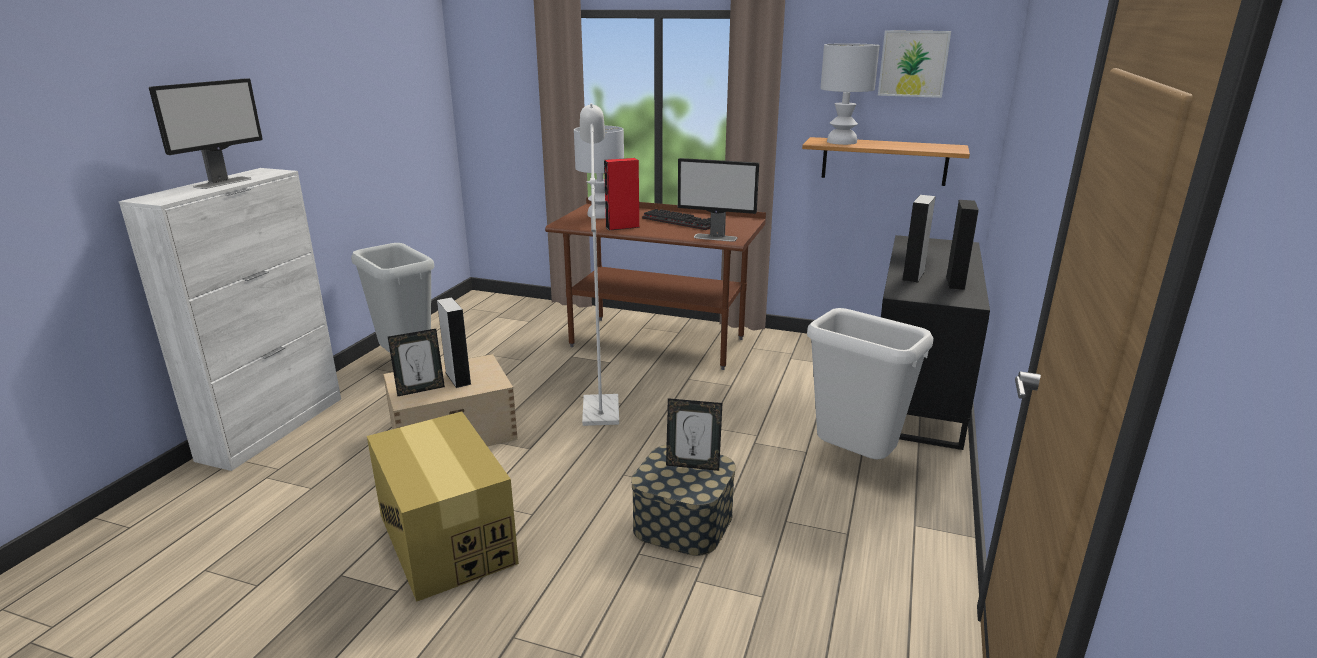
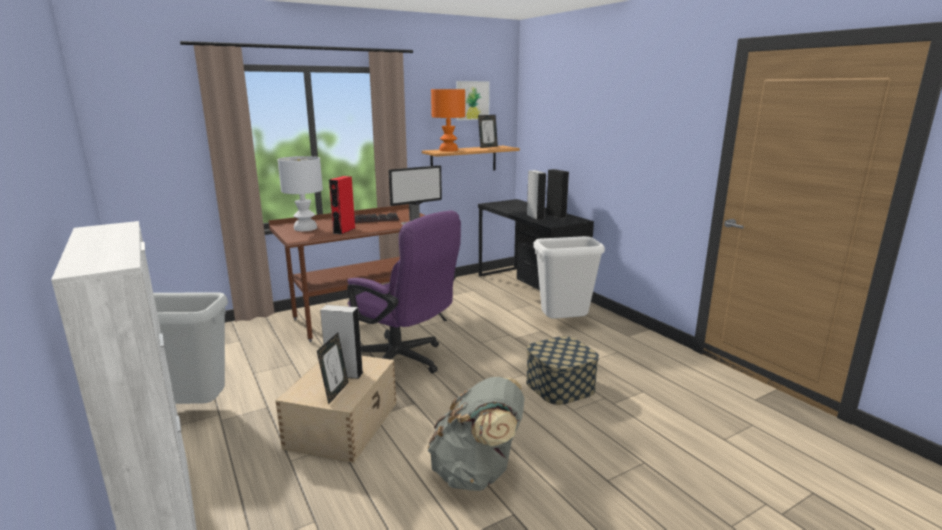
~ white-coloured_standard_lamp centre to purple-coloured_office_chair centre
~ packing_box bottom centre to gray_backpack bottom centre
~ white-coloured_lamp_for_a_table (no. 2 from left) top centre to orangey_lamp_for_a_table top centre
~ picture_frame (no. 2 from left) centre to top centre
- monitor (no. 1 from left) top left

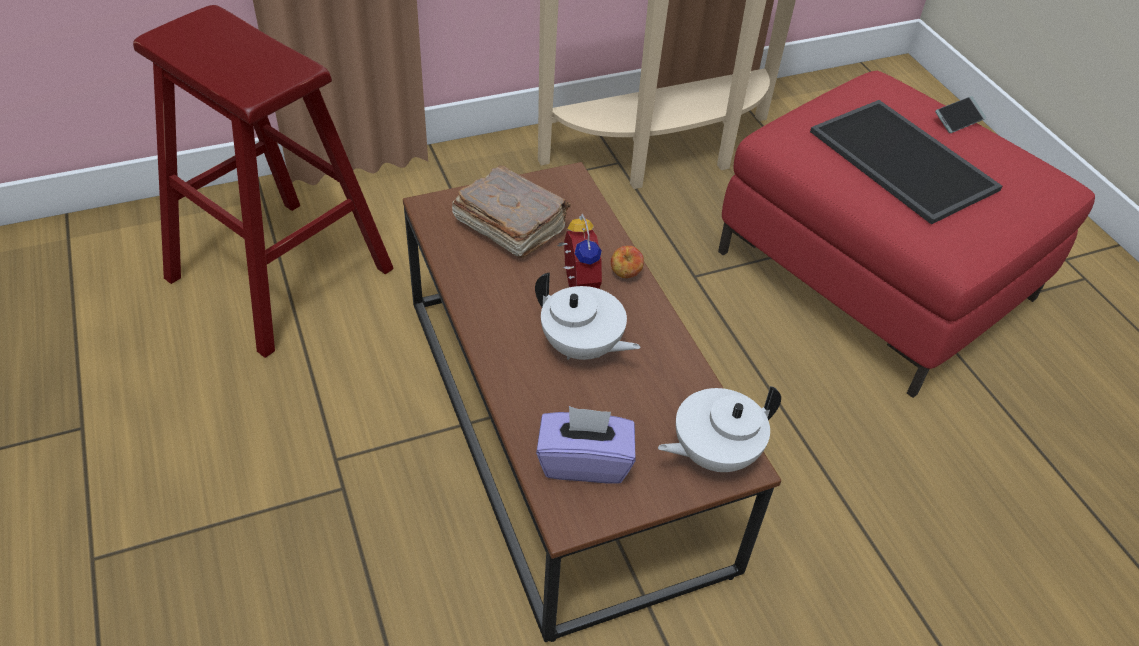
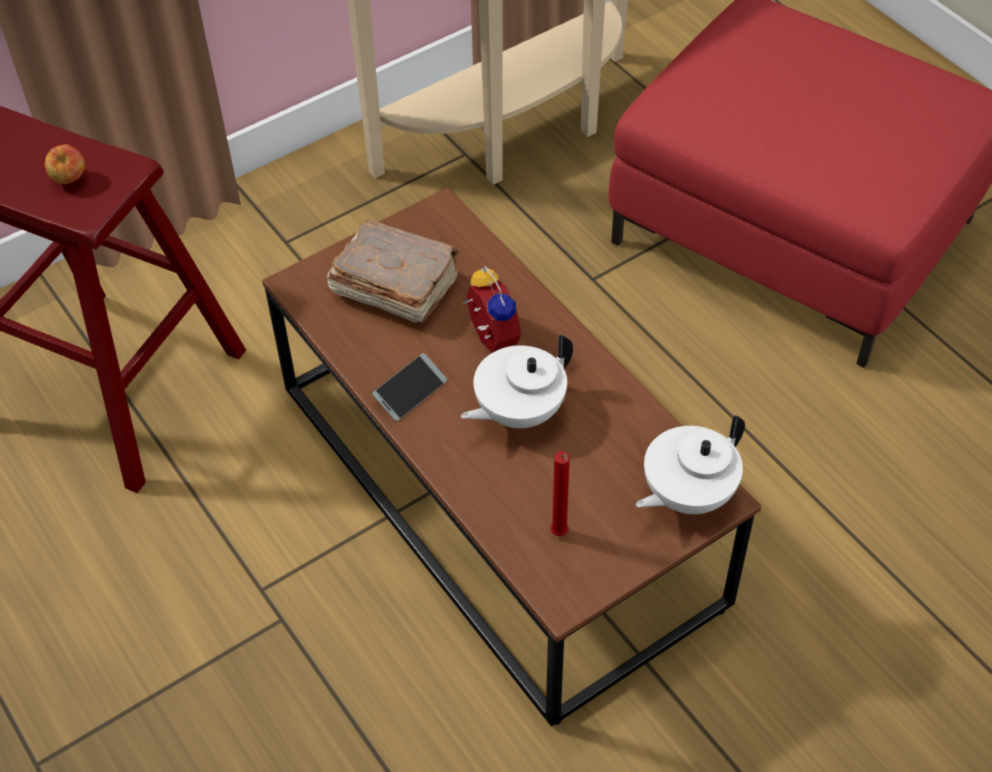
~ apple centre to top left
~ handset top right to centre
~ white-coloured_tea_pot (no. 1 from left) centre = centre 120 degrees clockwise
~ purple-coloured_tissue_box bottom centre to red-coloured_wax_candle centre
- serving_tray top right

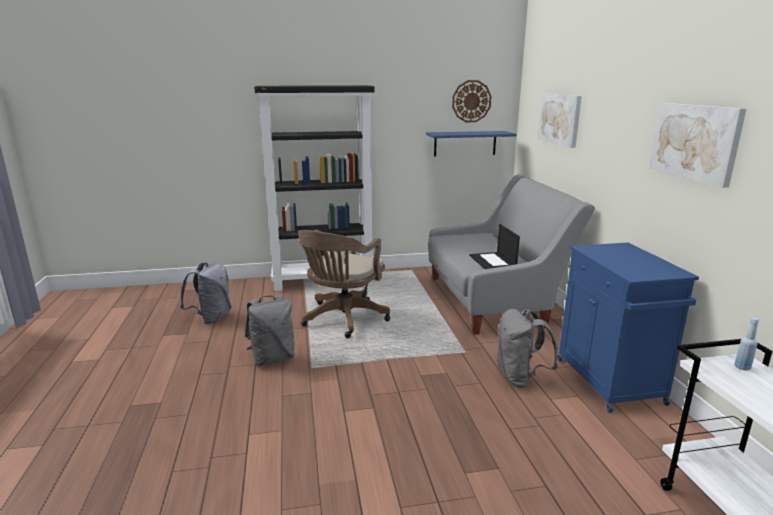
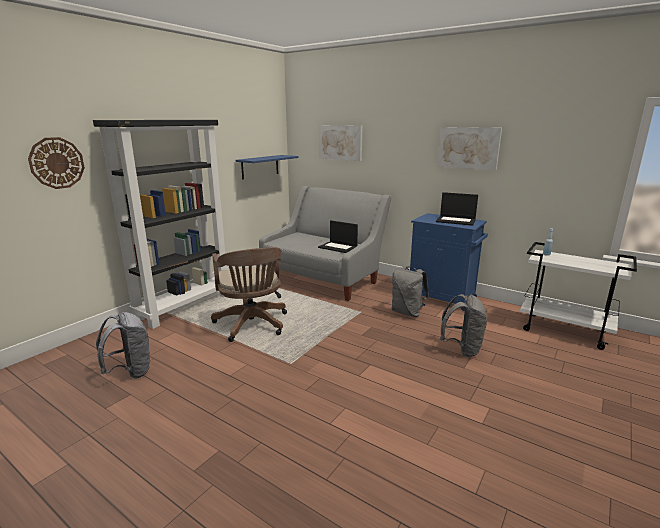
~ wall_clock top centre to top left
+ laptop (no. 2 from left) middle right
~ gray_backpack (no. 2 from left in the first image) centre to gray_backpack (no. 3 from left) middle right

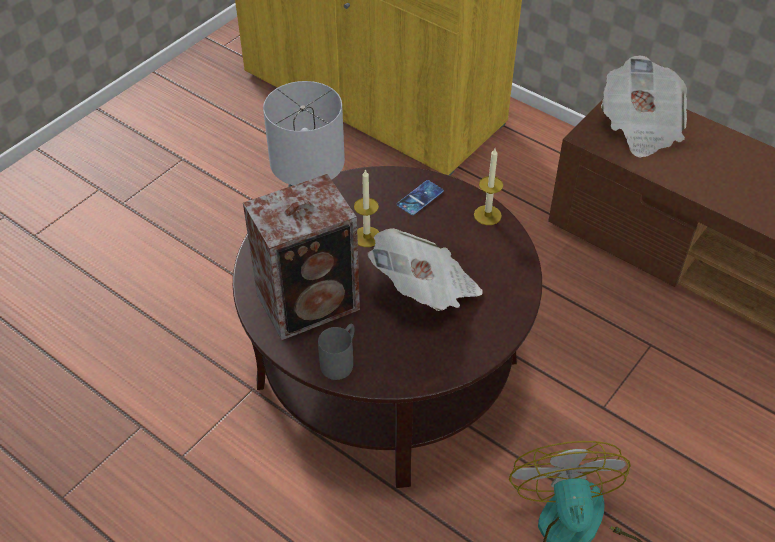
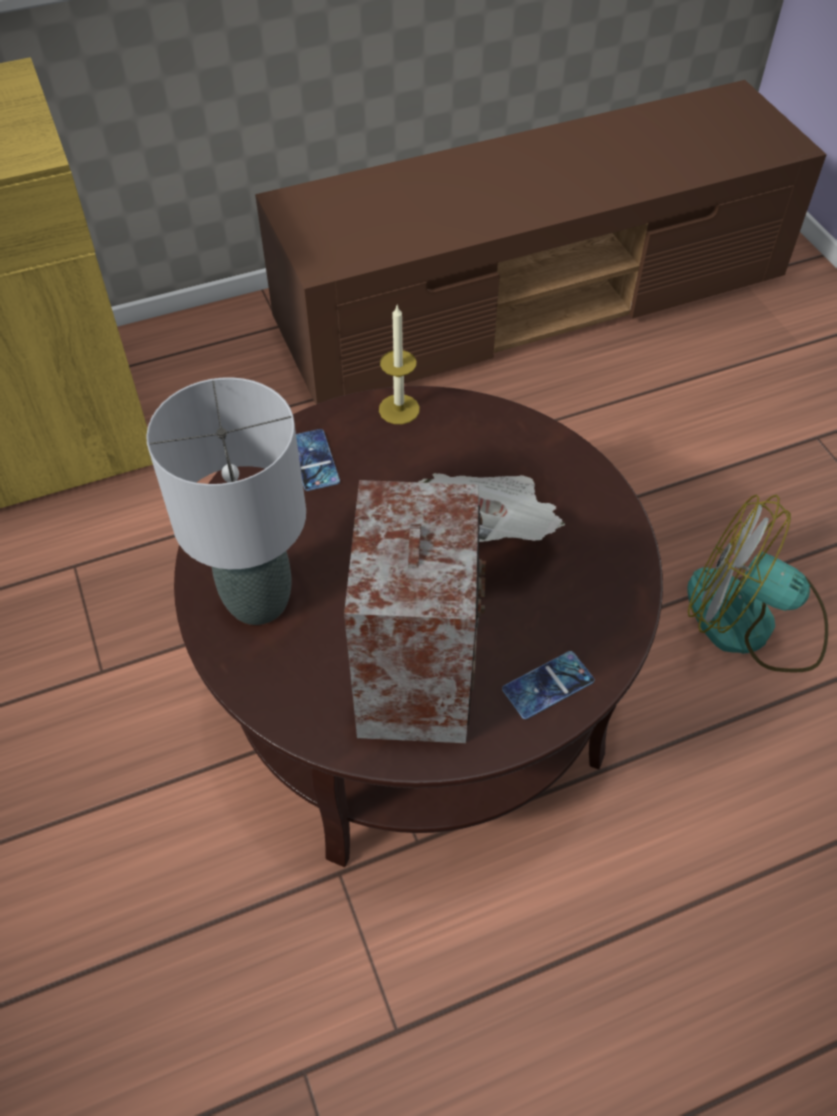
~ gray_coffee_mug centre to handset (no. 2 from left) centre
- wax_candle (no. 1 from left) centre
- printed_paper (no. 2 from left) top right

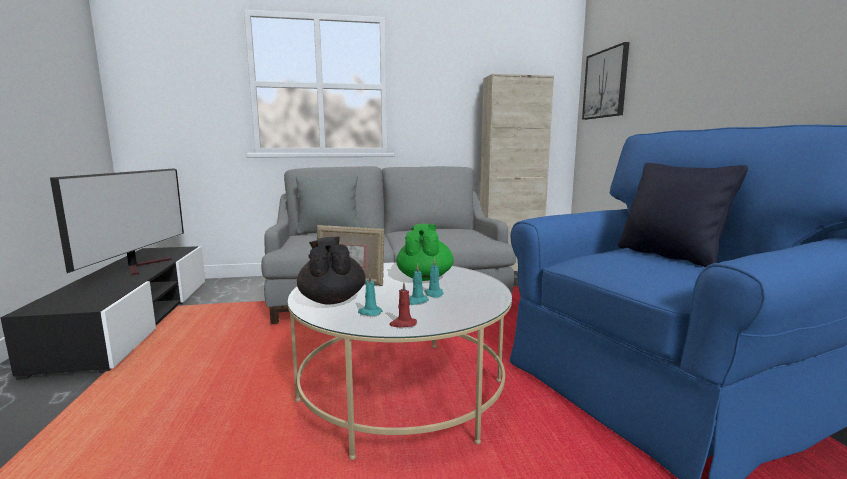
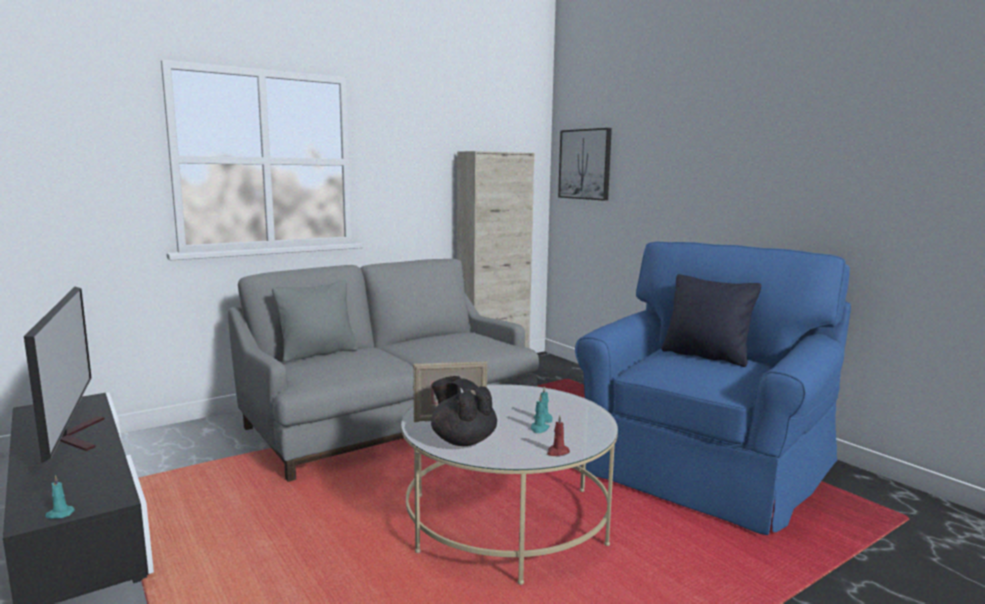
~ blue-green_wax_candle (no. 1 from left) centre to bottom left
- green-coloured_tea_pot centre

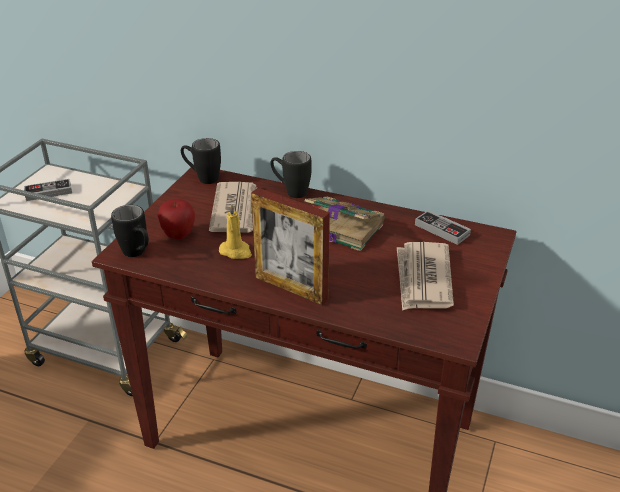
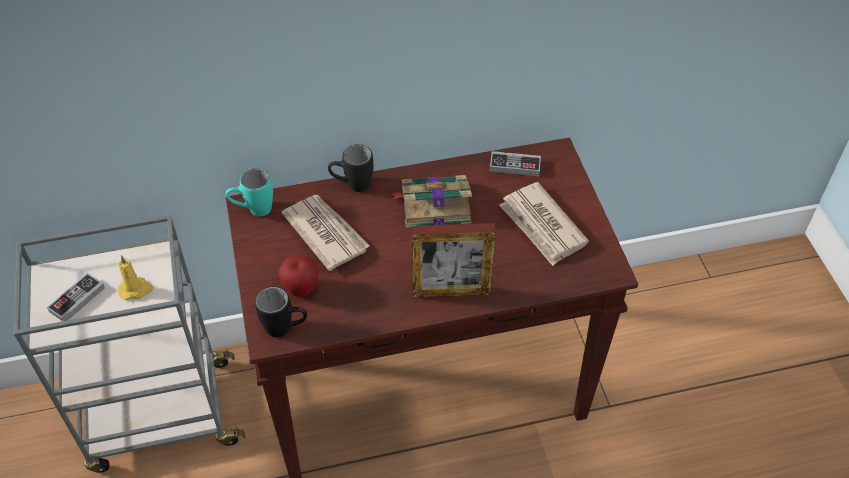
~ yellowish_wax_candle centre to middle left
~ black-coloured_coffee_mug (no. 2 from left) top left to blue-green_coffee_mug middle left

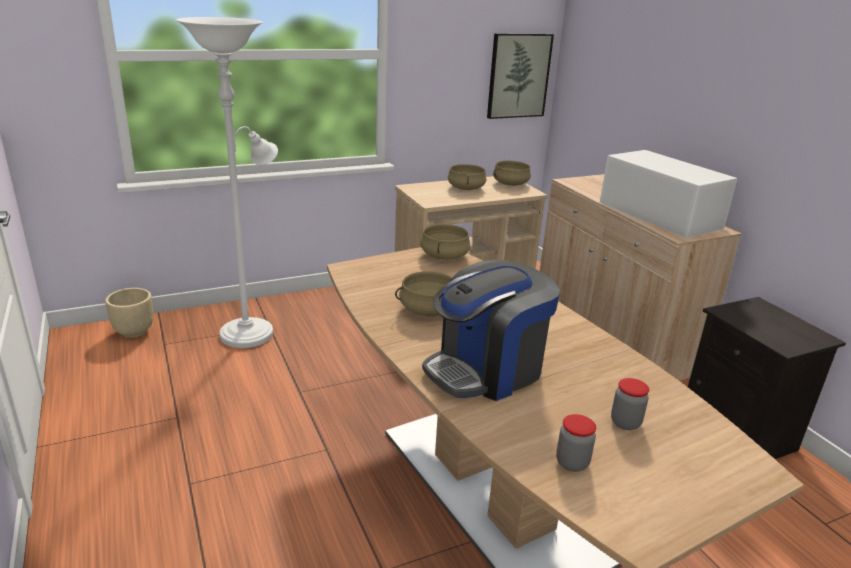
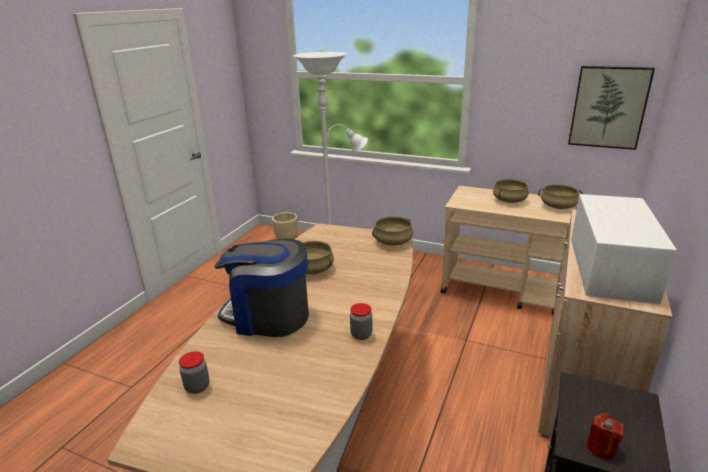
~ preserve_jar (no. 2 from left) bottom right to bottom centre
+ red-coloured_wax_candle bottom right

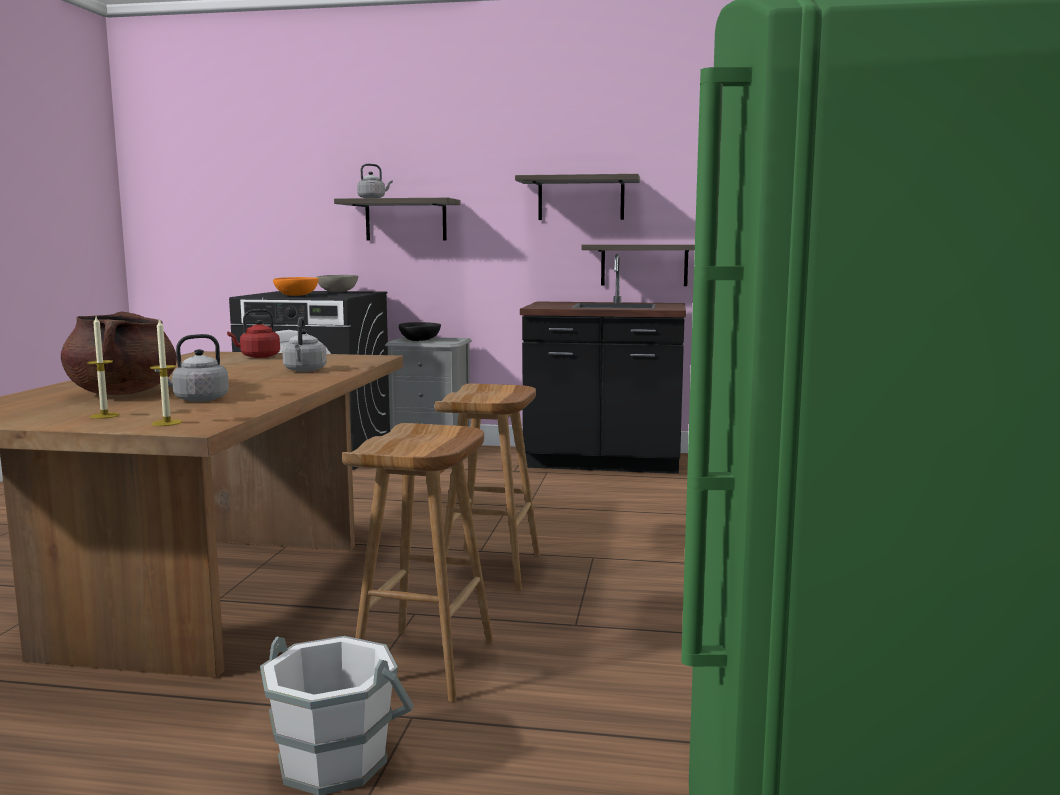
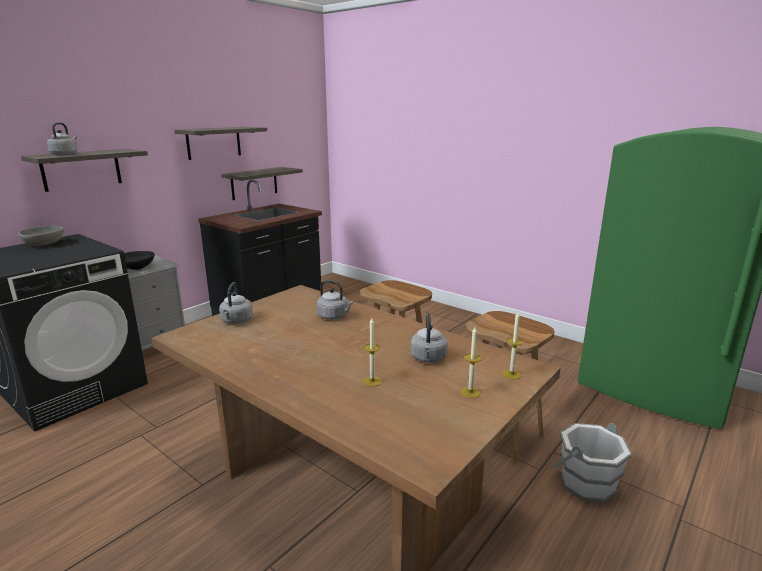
~ red-coloured_kettle middle left to gray_kettle (no. 2 from left) middle left
~ brown-coloured_saucepot middle left to wax_candle (no. 1 from left) centre
- orangey_deep_dish middle left

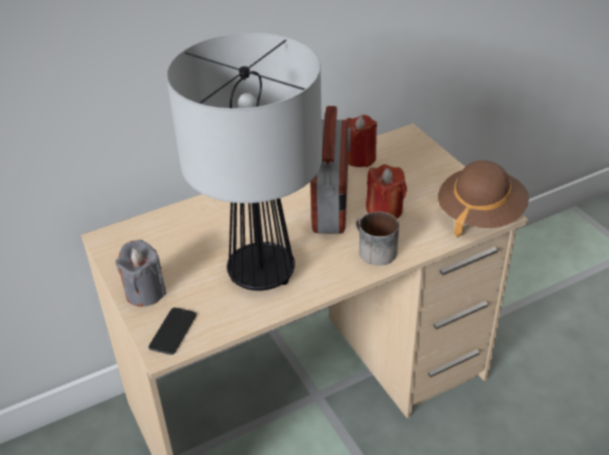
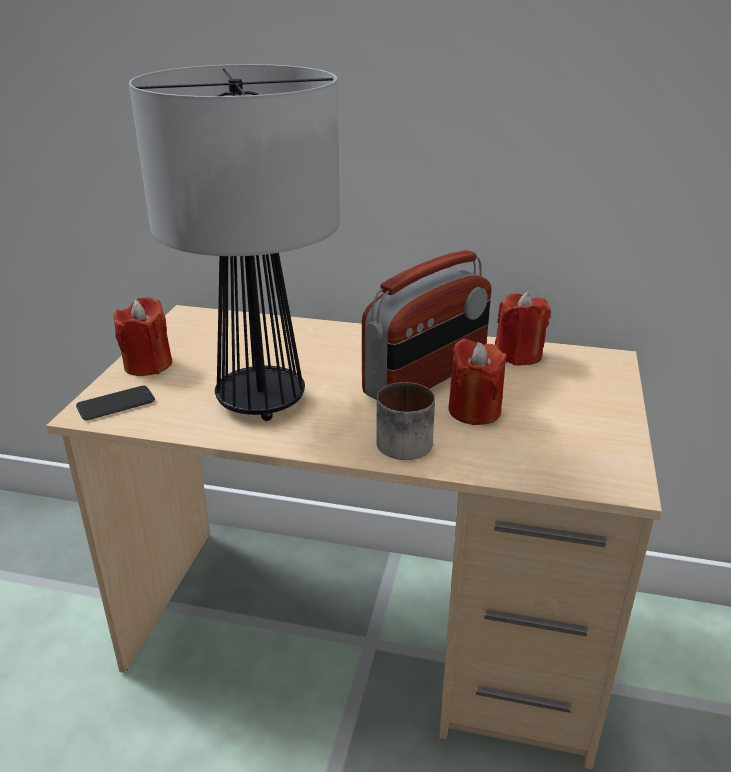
~ gray_wax_candle middle left to red-coloured_wax_candle (no. 1 from left) middle left
- brown-coloured_hat middle right

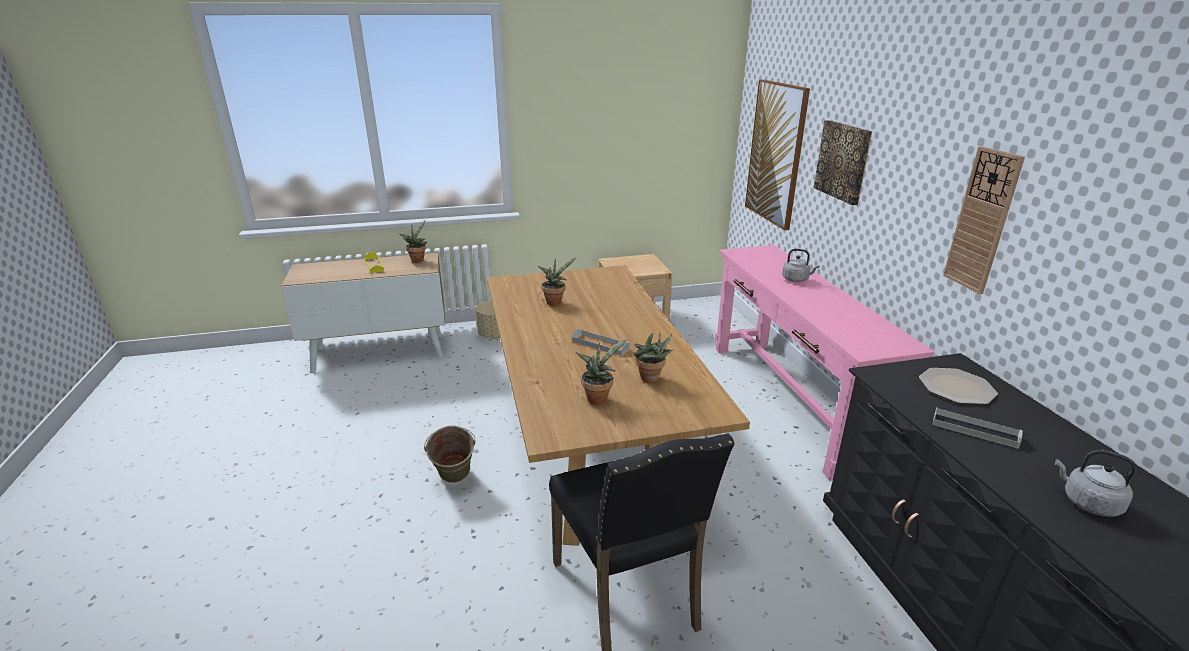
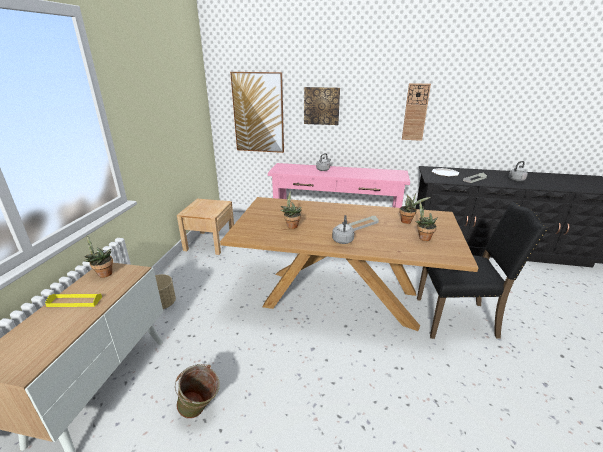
~ green-coloured_pail bottom centre to bottom left
+ gray_kettle (no. 2 from left) centre

